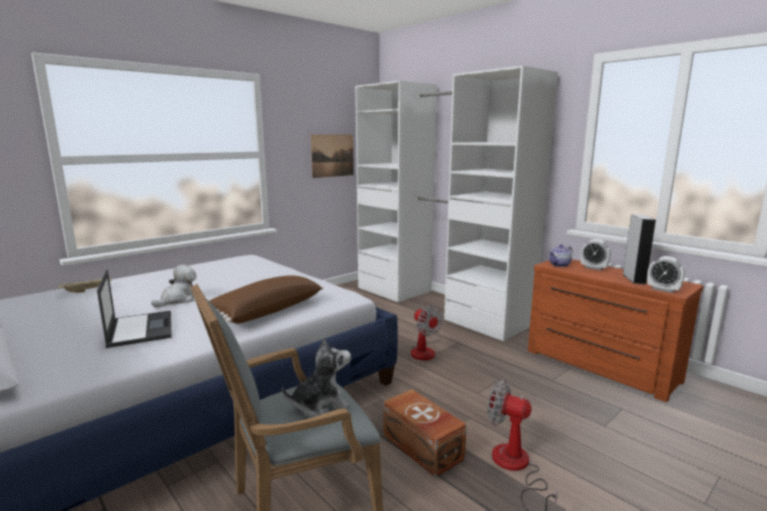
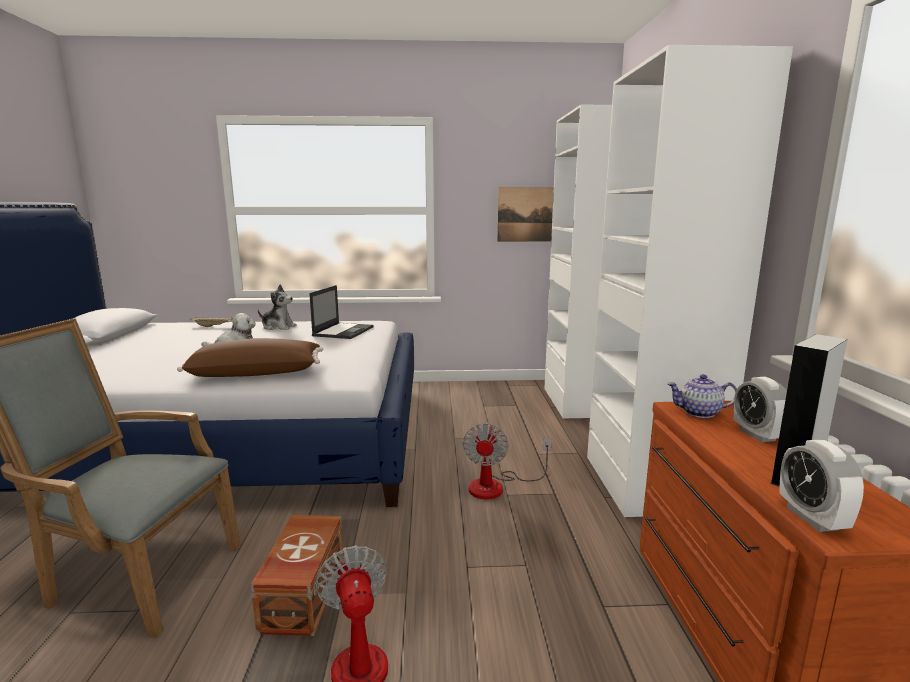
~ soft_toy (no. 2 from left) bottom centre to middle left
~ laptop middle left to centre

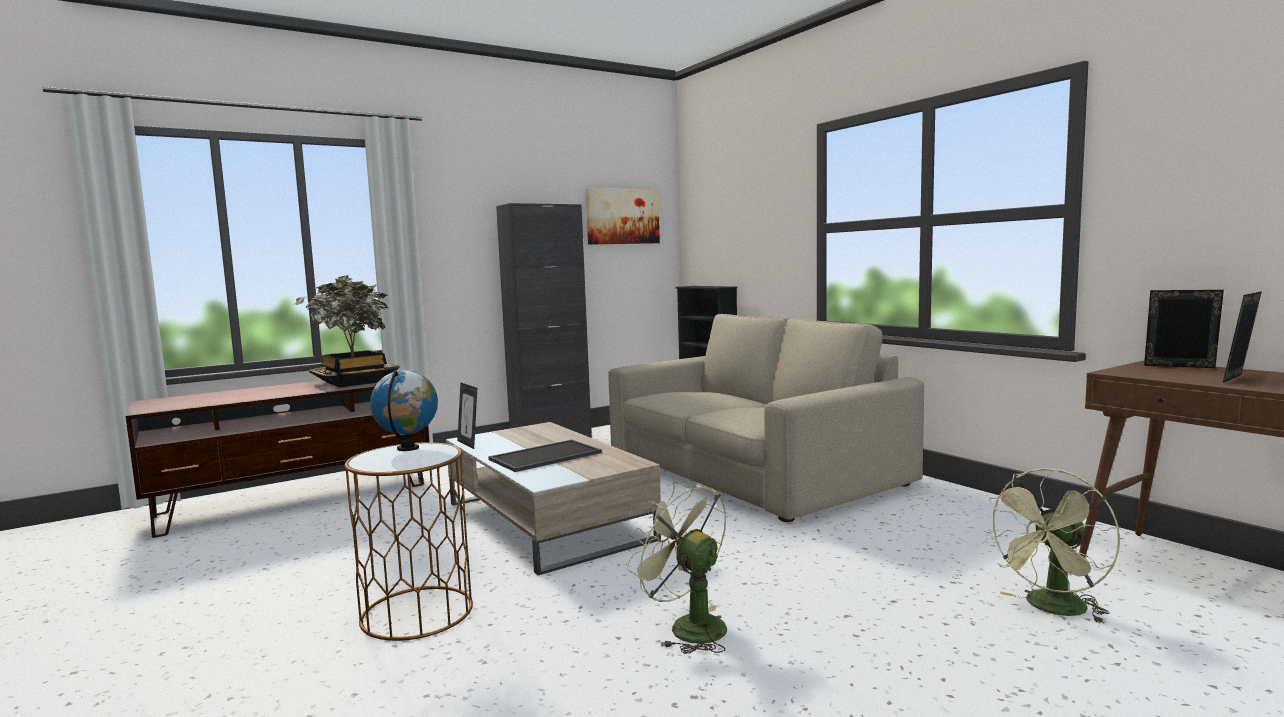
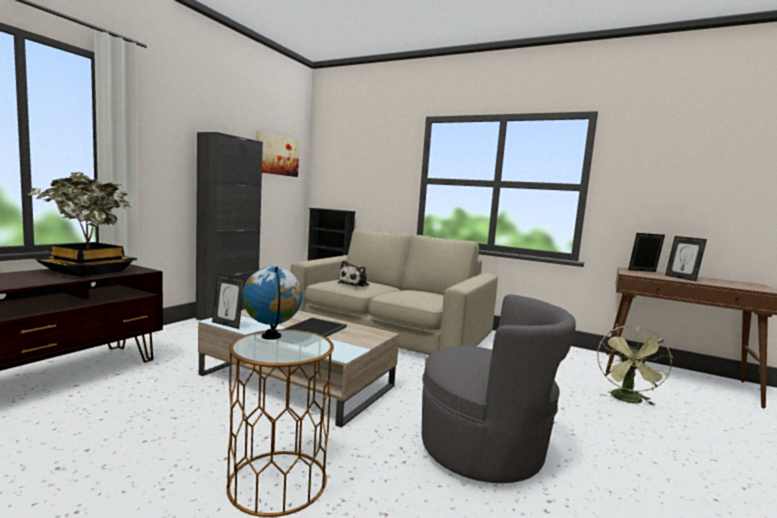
+ soft_toy centre
~ green-coloured_fan (no. 1 from left) bottom centre to gray_armchair bottom centre
~ picture_frame (no. 3 from left) middle right = middle right 45 degrees counterclockwise

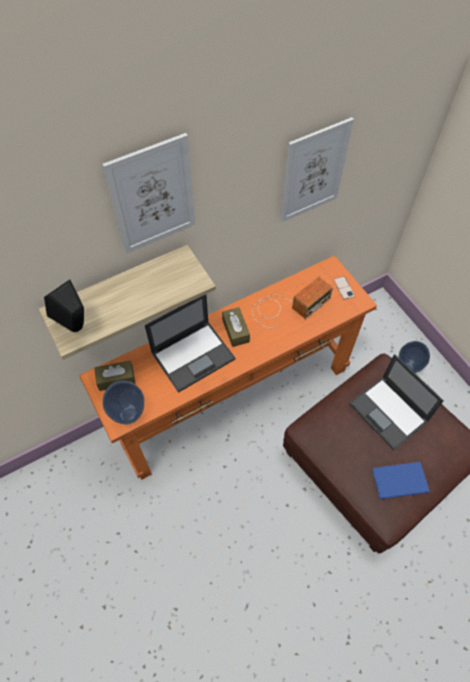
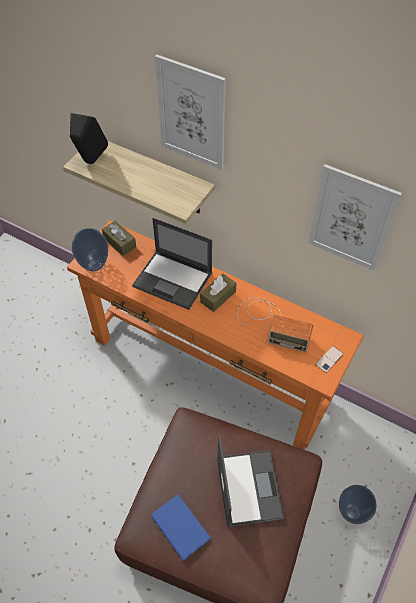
~ laptop (no. 2 from left) middle right = bottom centre 150 degrees clockwise

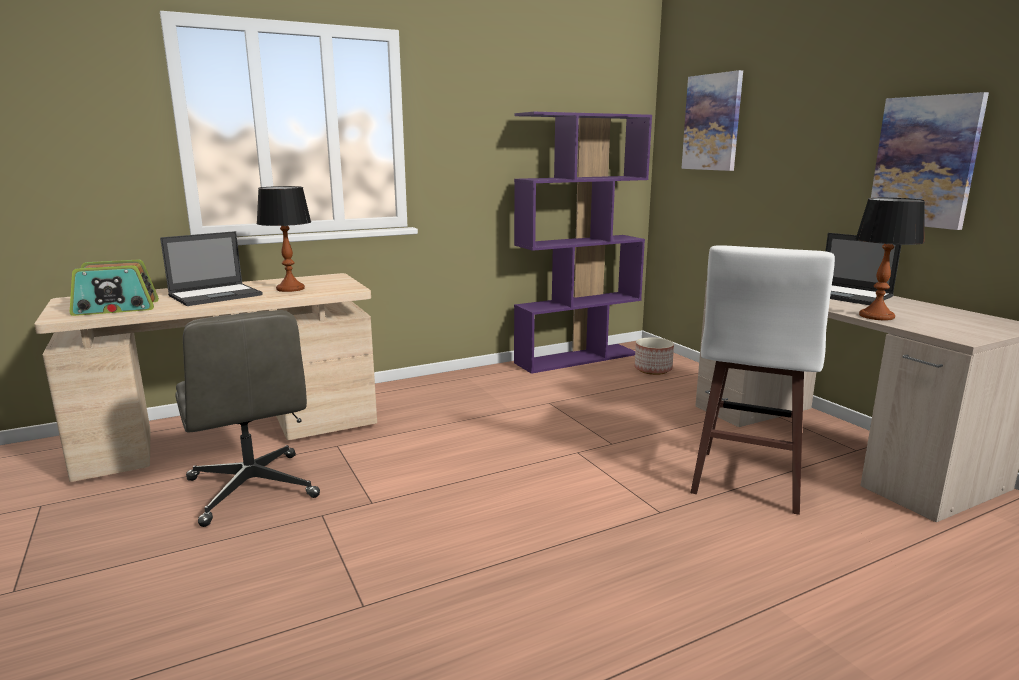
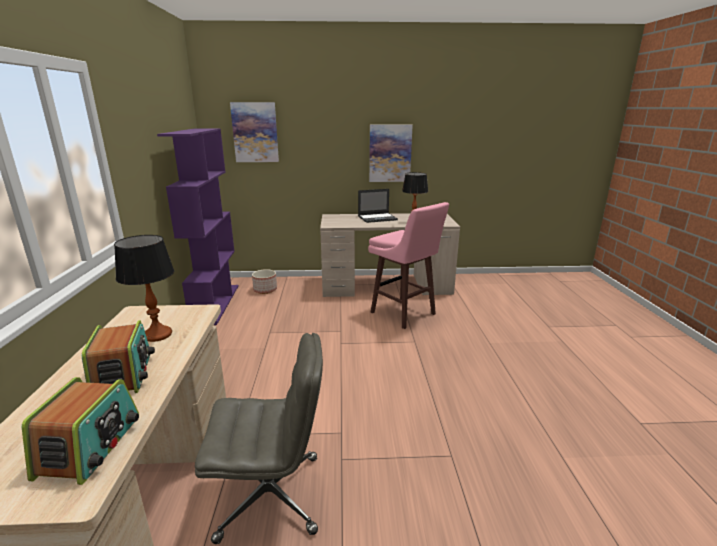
~ laptop (no. 1 from left) middle left to radio_set (no. 2 from left) middle left
~ white-coloured_stool middle right to pink-coloured_stool centre

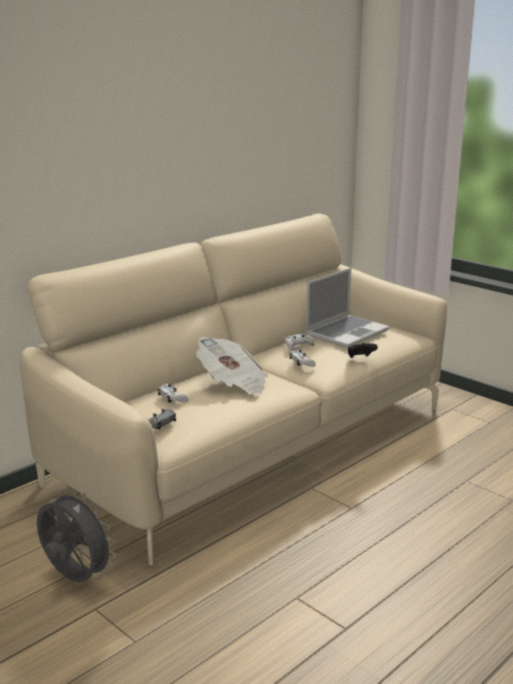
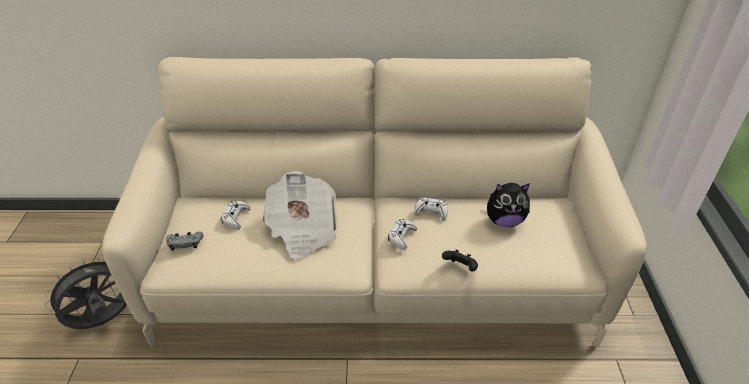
~ gray_fan bottom left = bottom left 120 degrees counterclockwise
~ laptop middle right to soft_toy middle right

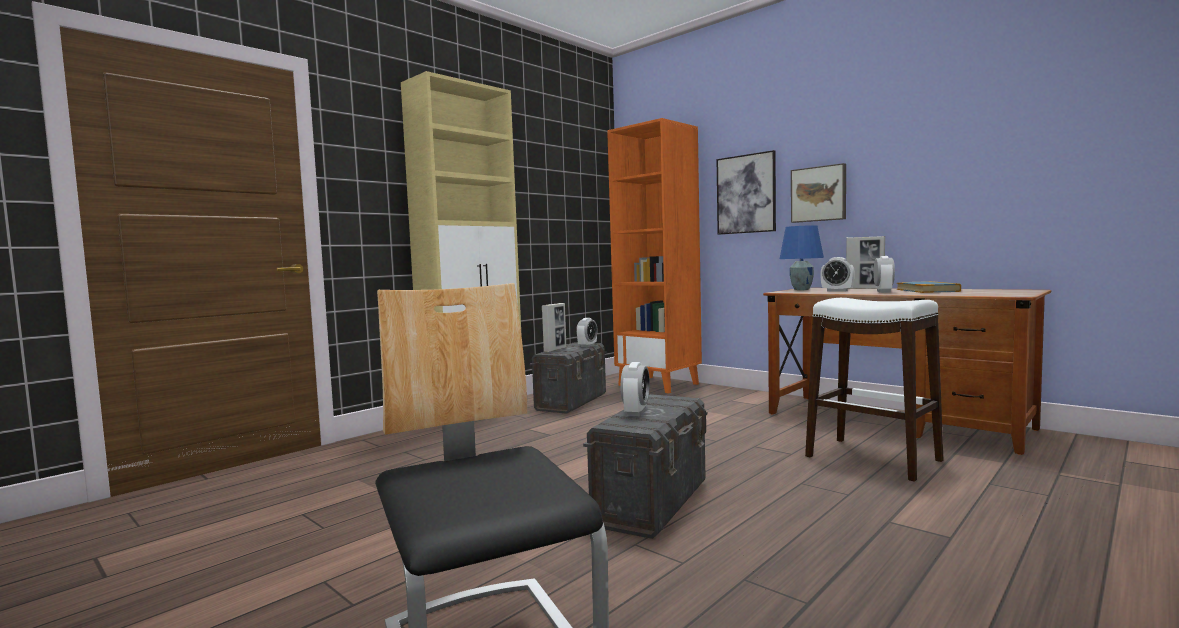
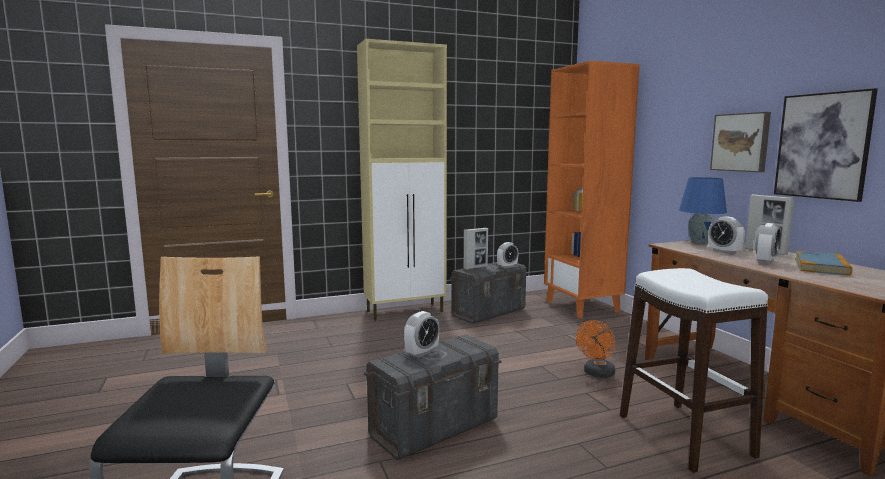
+ orangey_fan bottom right
~ wall_art (no. 1 from left in the first image) top centre to wall_art (no. 2 from left) top right

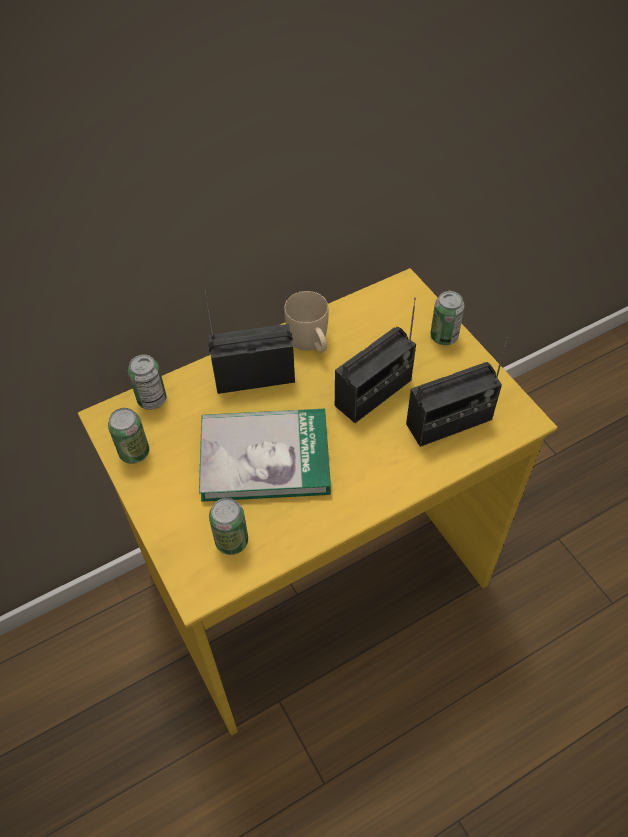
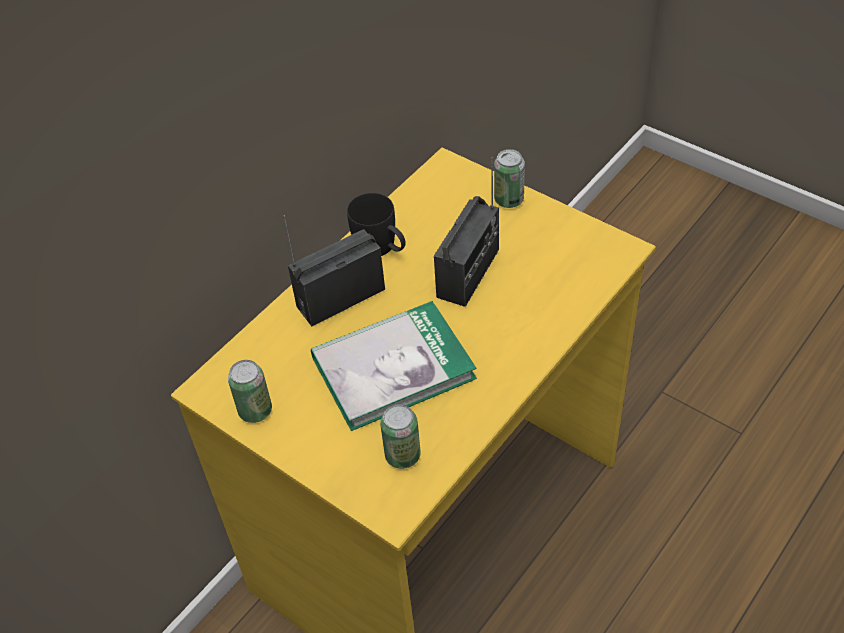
~ sand-coloured_coffee_mug centre to black-coloured_coffee_mug centre
- can (no. 2 from left) middle left
- radio_set (no. 3 from left) middle right

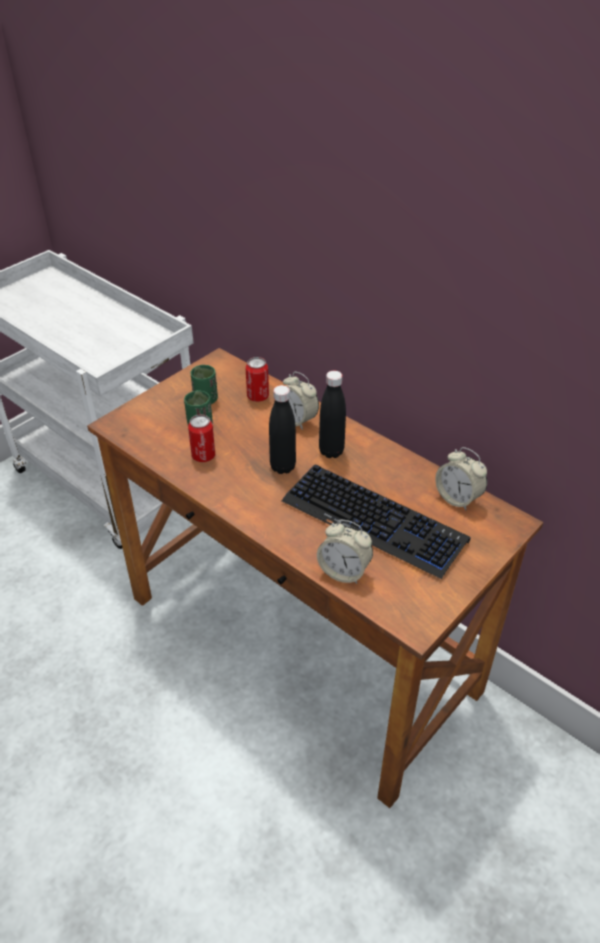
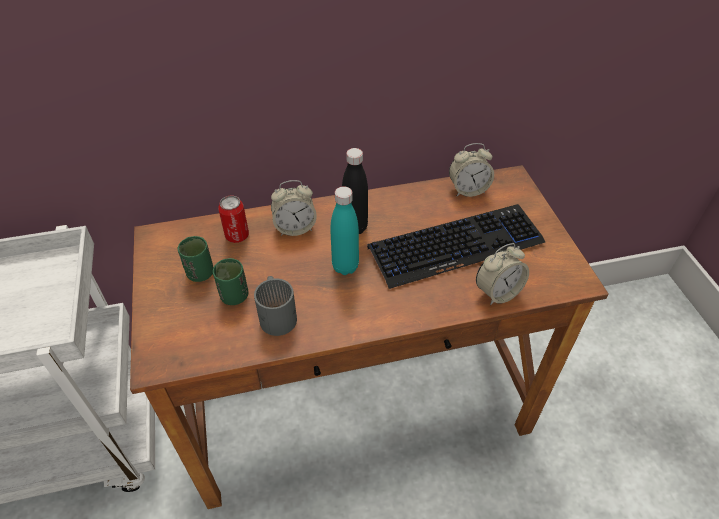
~ can (no. 1 from left) centre to gray_coffee_mug centre
~ black-coloured_bottle (no. 1 from left) centre to blue-green_bottle centre

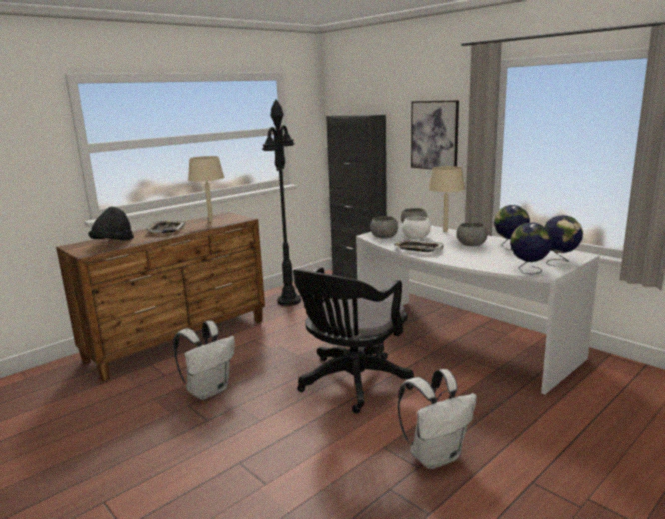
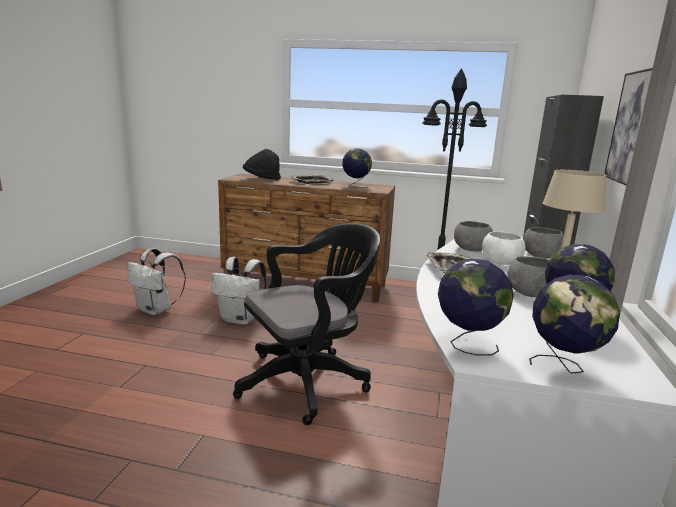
~ white-coloured_backpack (no. 2 from left in the first image) bottom centre to white-coloured_backpack (no. 1 from left) middle left
~ black-coloured_office_chair centre = centre 150 degrees clockwise
~ sand-coloured_lamp_for_a_table (no. 1 from left) middle left to world_globe (no. 1 from left) top centre

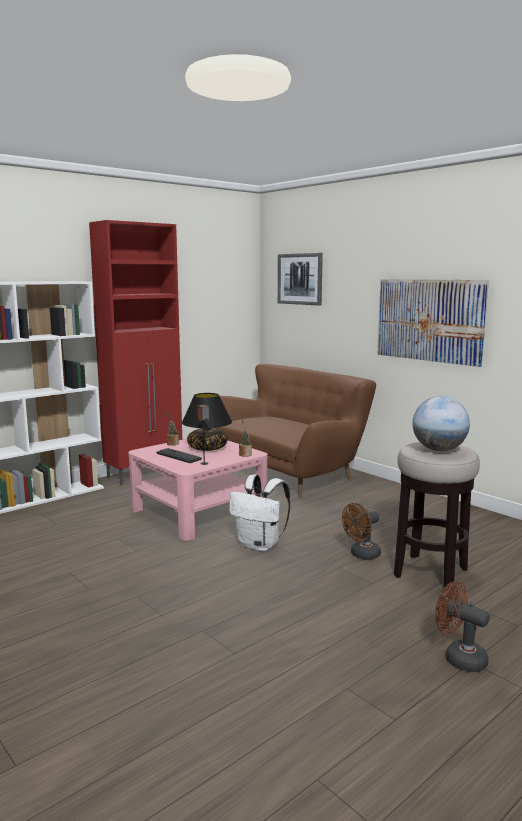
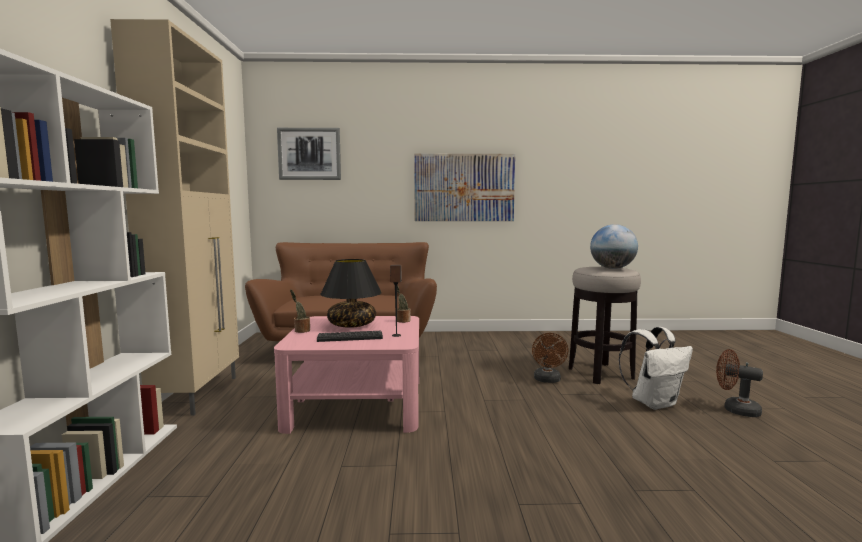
~ red-coloured_cabinet middle left to sand-coloured_cabinet middle left
~ white-coloured_backpack centre to bottom right
~ brown-coloured_fan (no. 2 from left) bottom right = bottom right 45 degrees clockwise

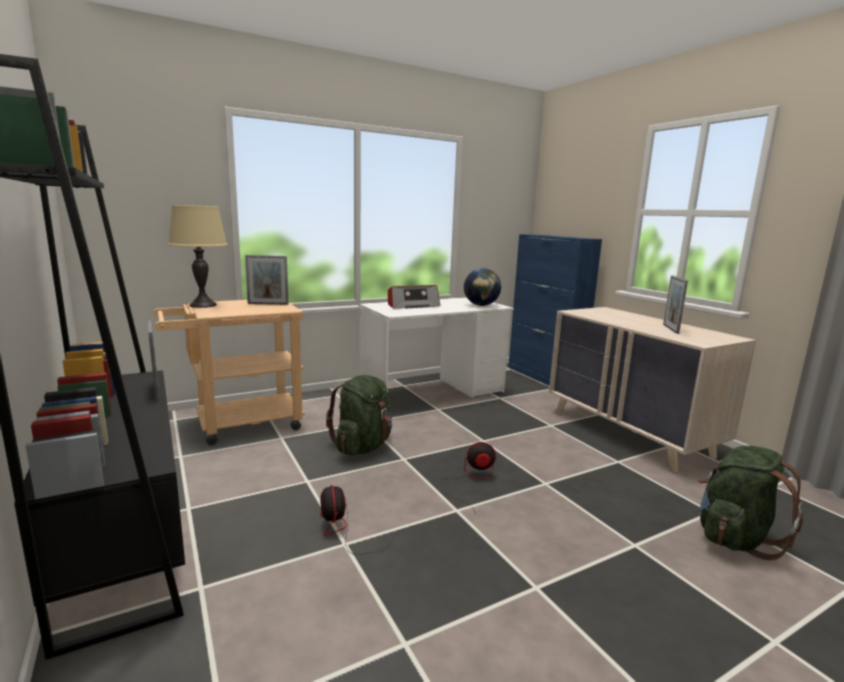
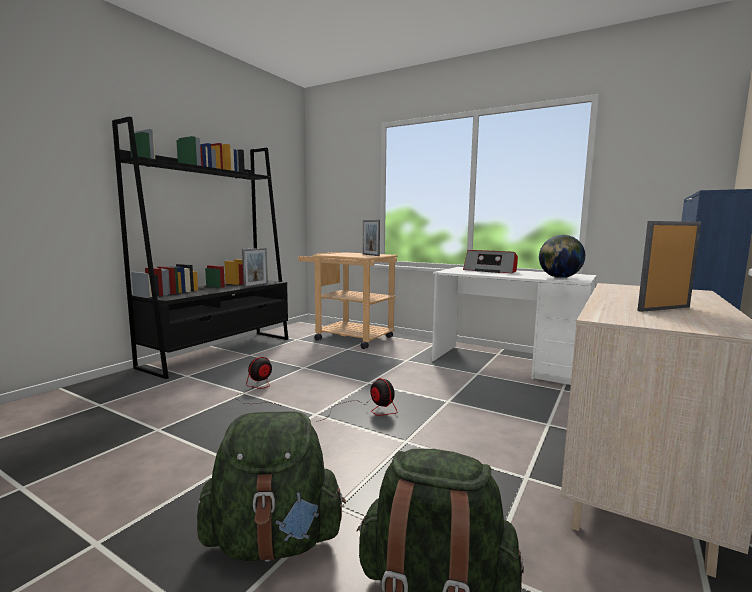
~ green-coloured_backpack (no. 1 from left) centre to bottom centre
- sand-coloured_lamp_for_a_table middle left

